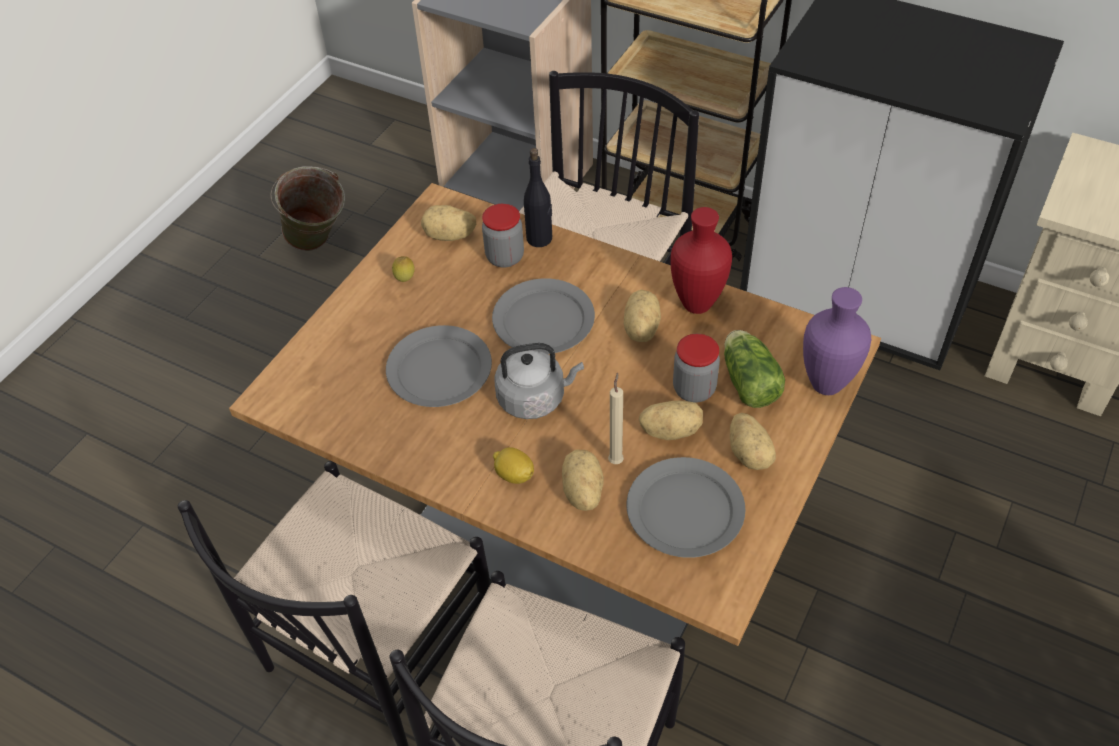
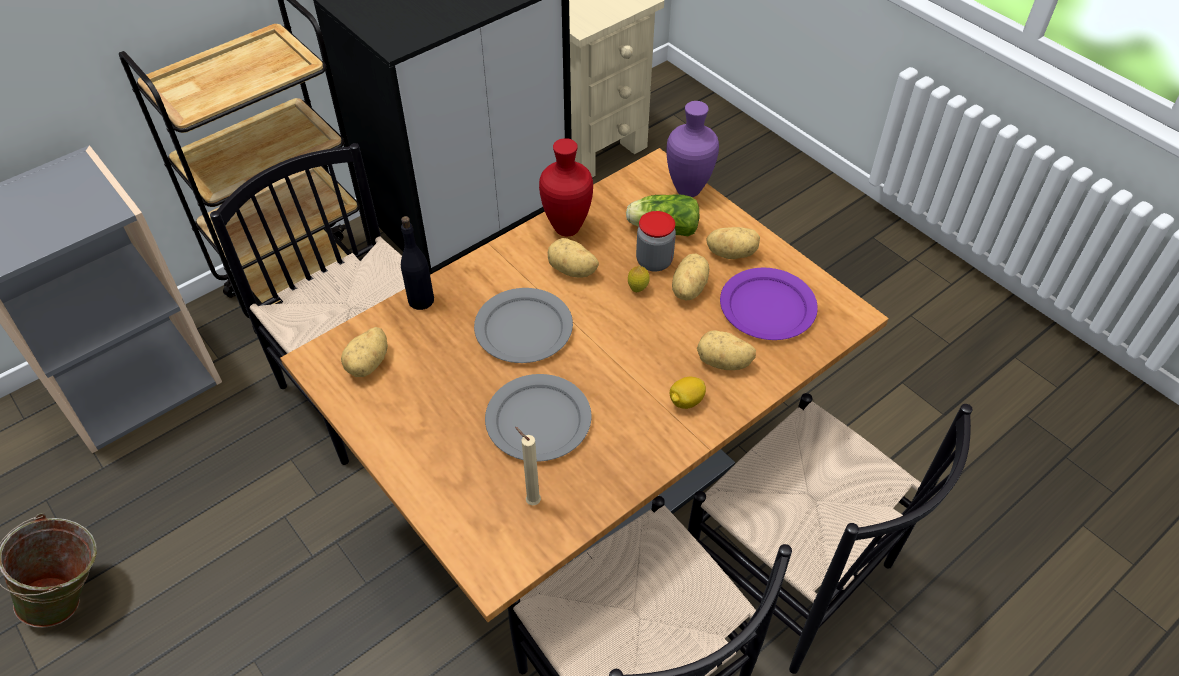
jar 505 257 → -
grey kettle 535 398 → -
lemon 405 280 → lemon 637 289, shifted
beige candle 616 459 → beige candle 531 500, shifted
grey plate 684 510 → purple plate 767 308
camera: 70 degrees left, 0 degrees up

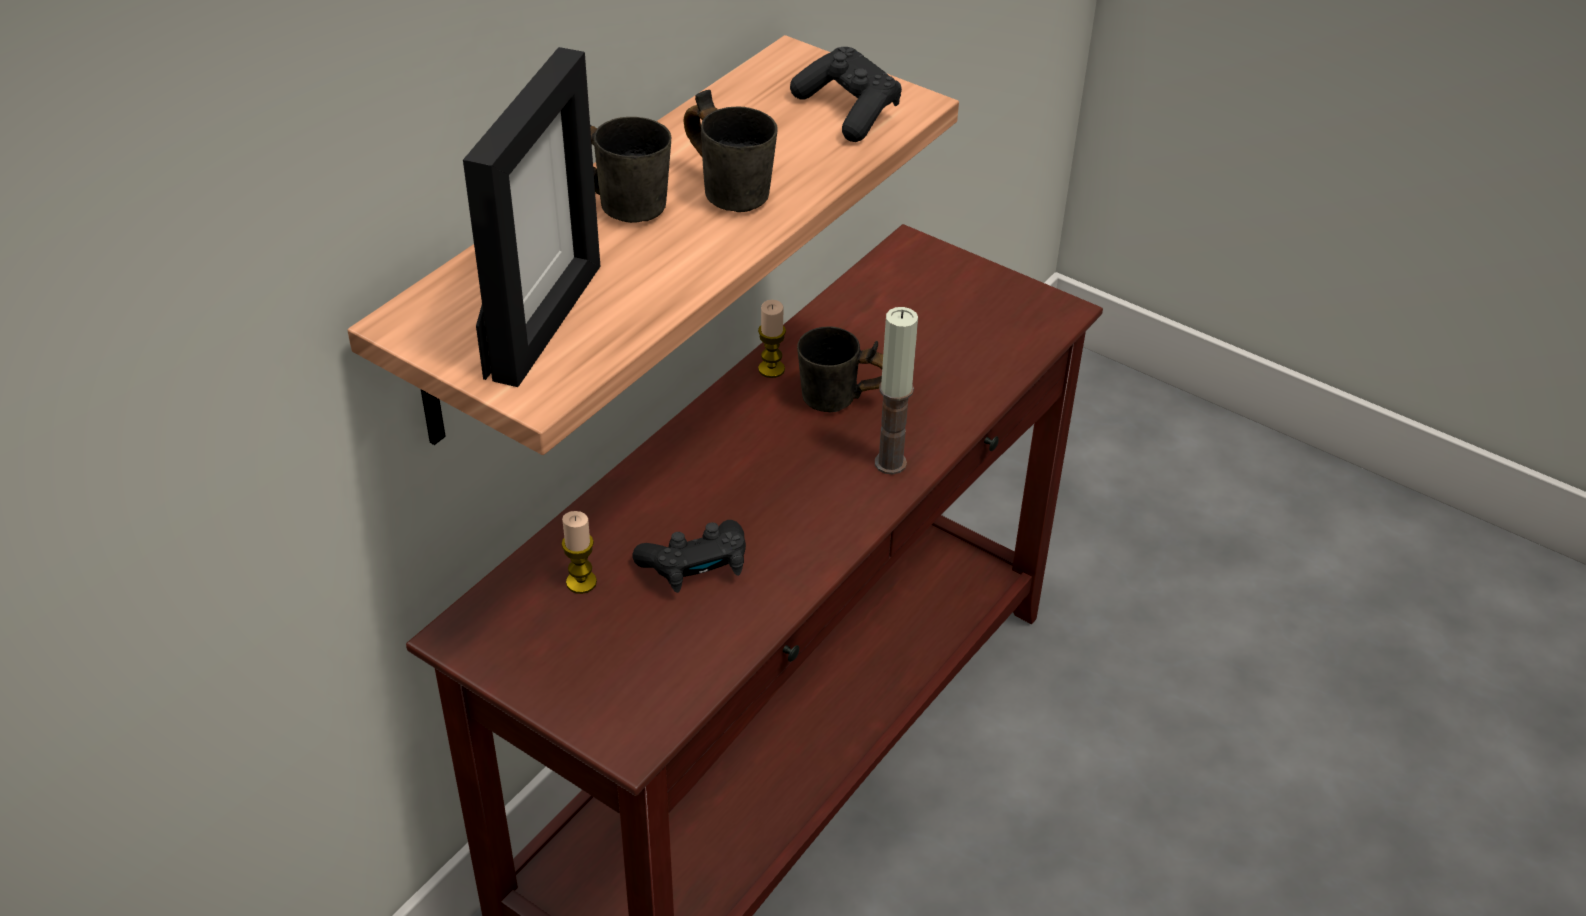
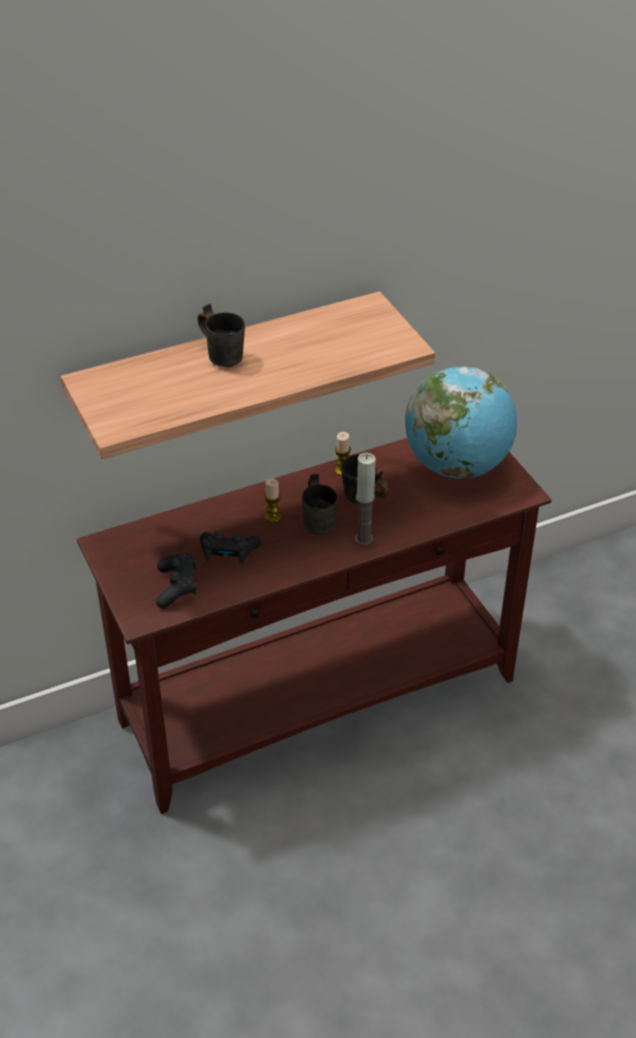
picture frame 544 320 → -
- → globe 457 466
candle 581 582 → candle 273 517, shifted
grey mug 733 188 → grey mug 321 520, shifted
black game controller 848 111 → black game controller 177 587, shifted
camera: 30 degrees right, 0 degrees up

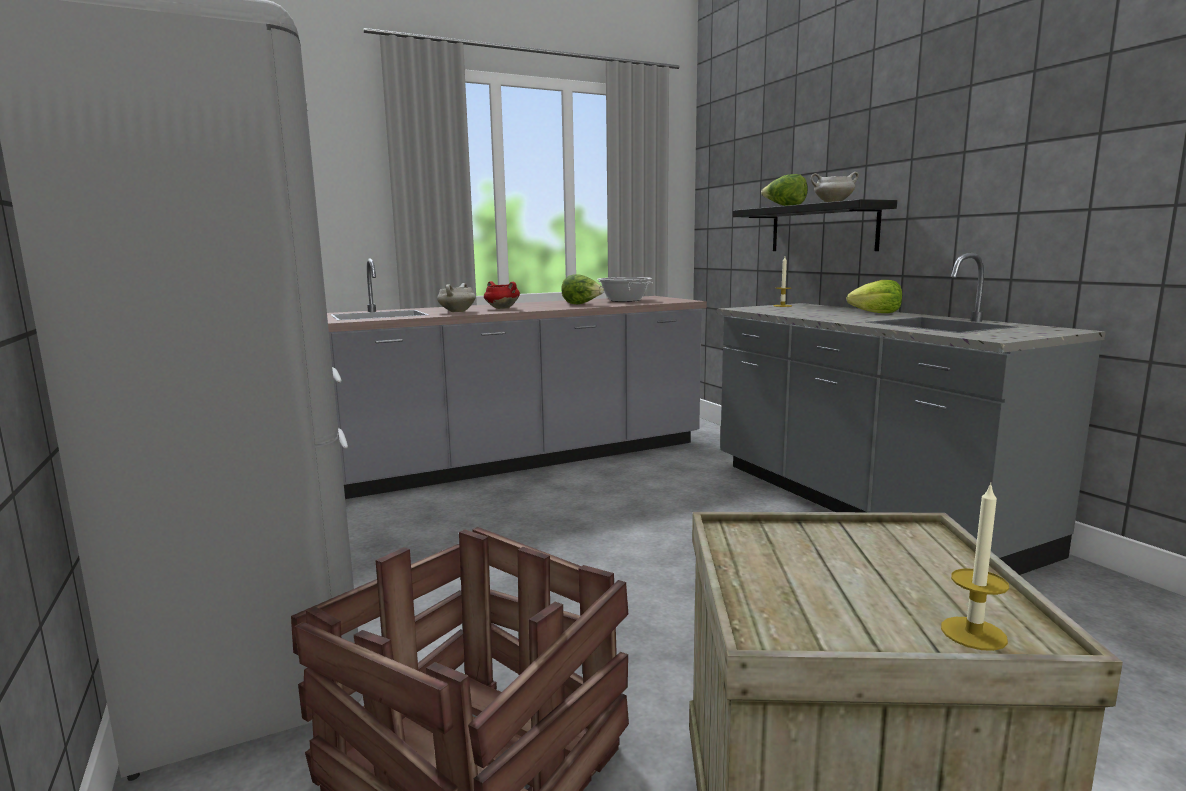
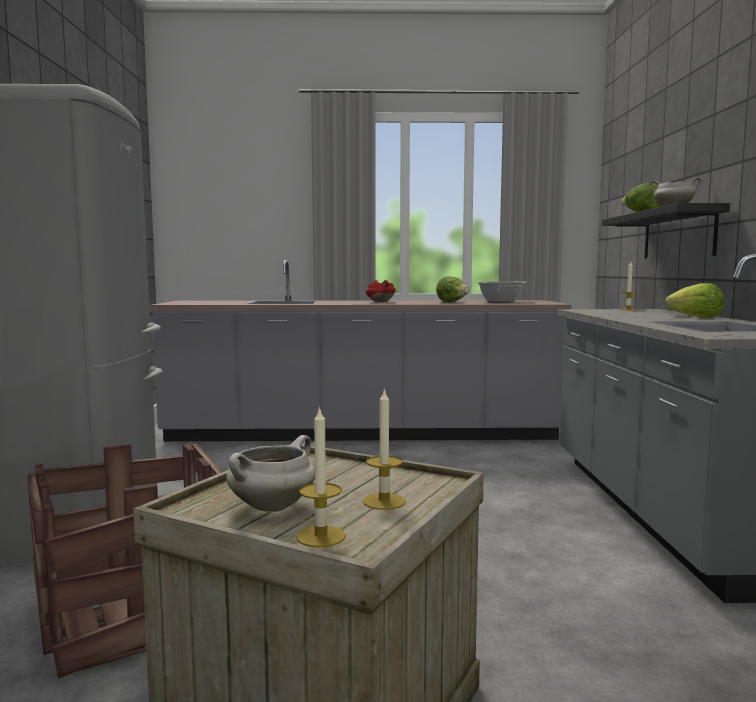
- → candle 384 501
white cooking pot 457 312 → white cooking pot 272 506, shifted
camera: 25 degrees right, 5 degrees down

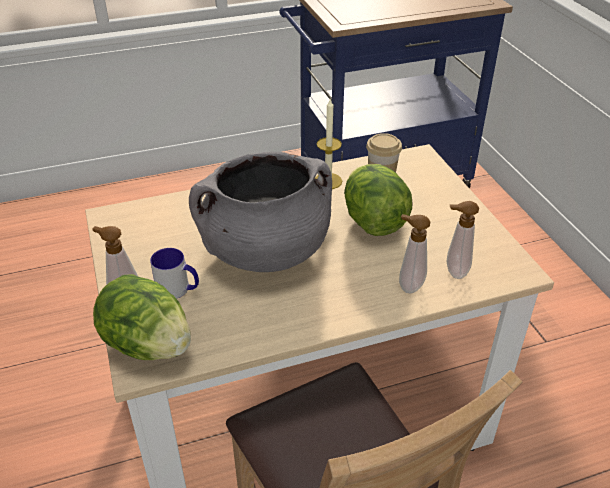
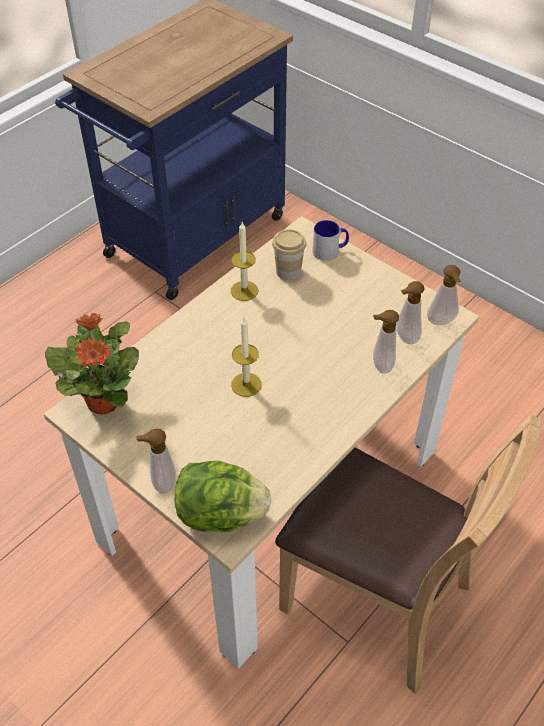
lettuce 373 222 → -
- → potted plant 103 401
- → soap dispenser 441 322
mug 178 289 → mug 330 251, shifted
grey cooking pot 266 251 → candle 246 384
camera: 30 degrees left, 10 degrees up

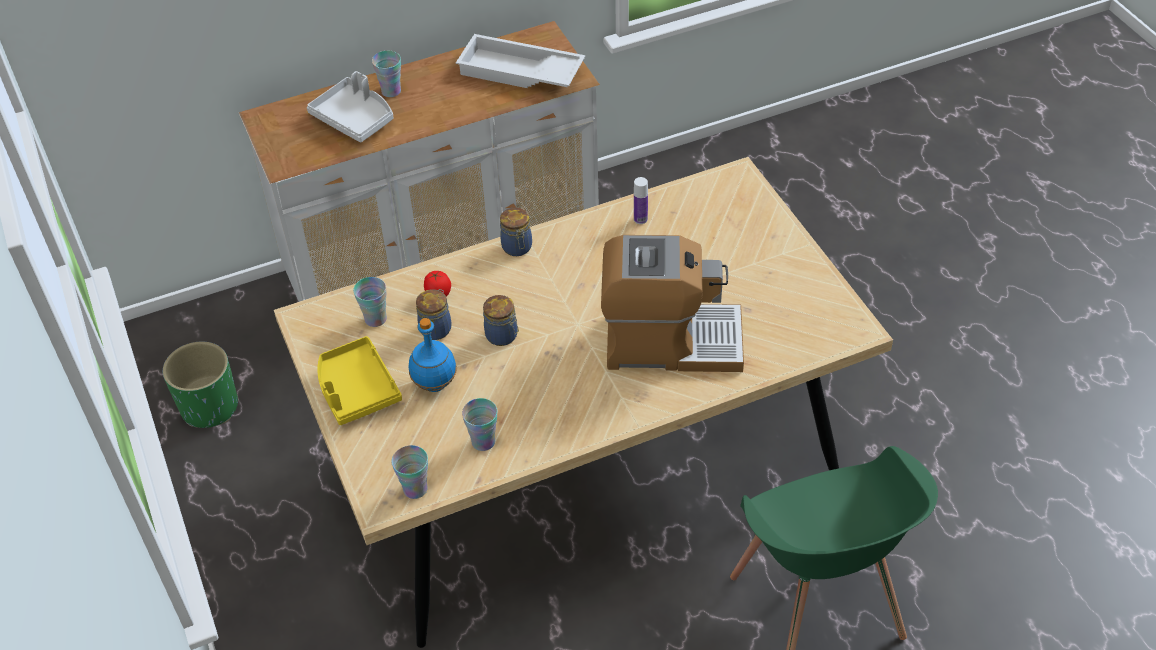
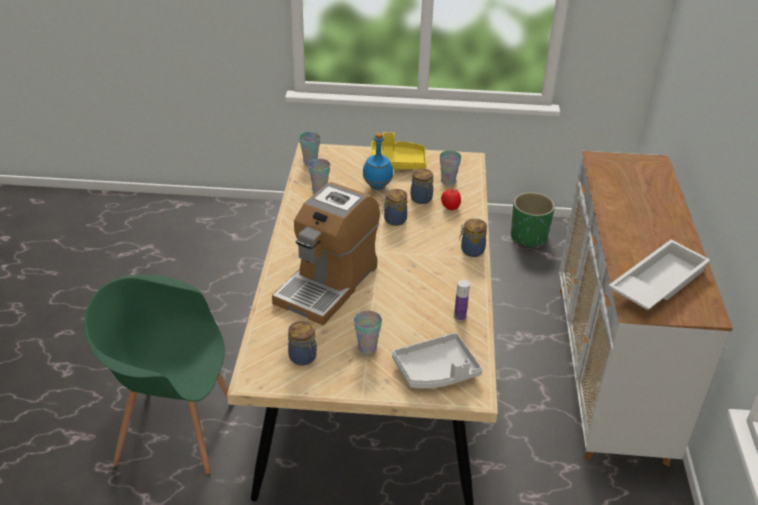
- → jar 303 357
grey tray 355 118 → grey tray 436 371, shifted
cup 391 91 → cup 367 347, shifted
camera: 115 degrees right, 10 degrees down

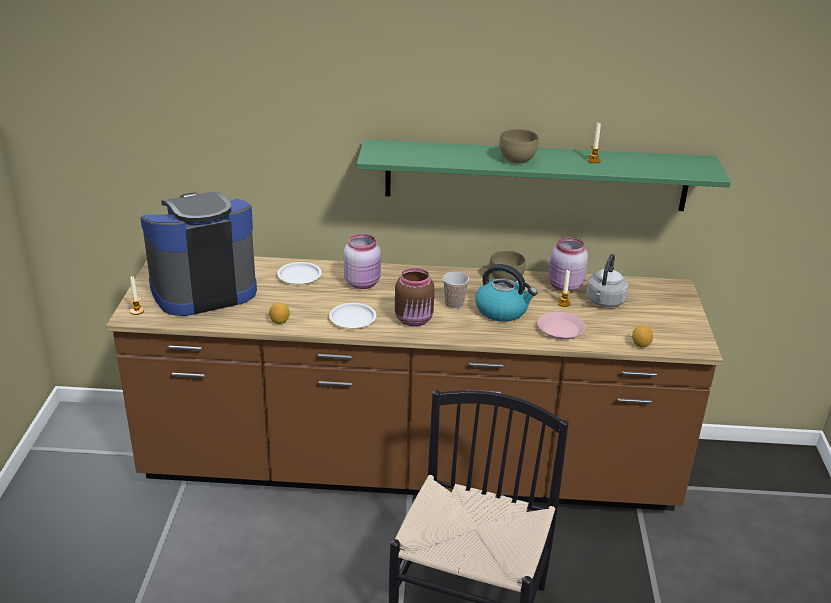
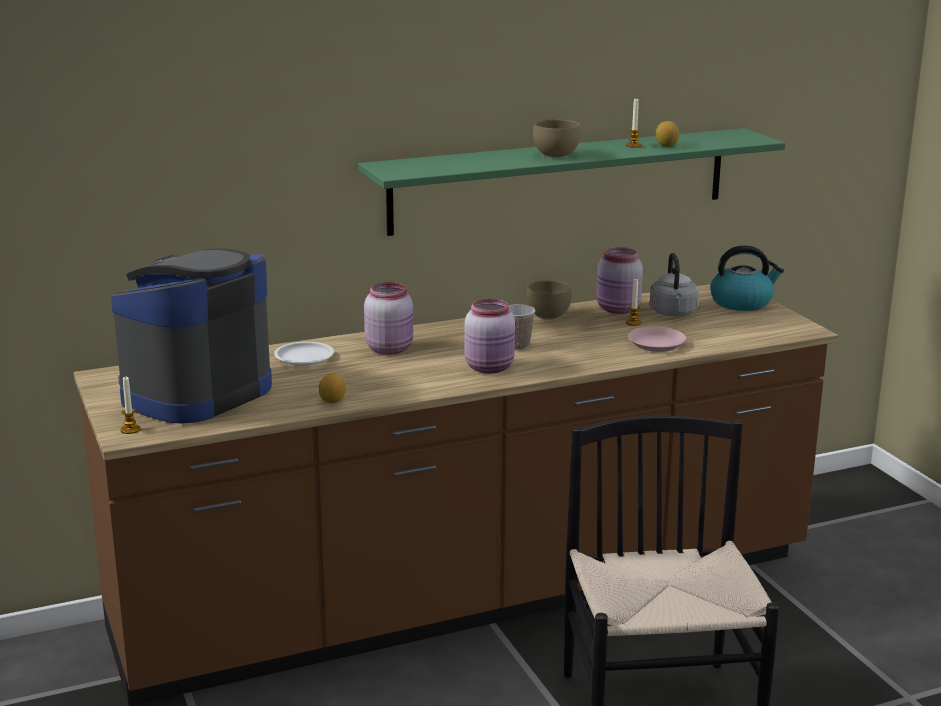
white plate 353 319 → -
kettle 502 310 → kettle 742 302, shifted
lemon 640 345 → lemon 666 146, shifted
brown jar 414 320 → pink jar 490 368
camera: 25 degrees left, 10 degrees down

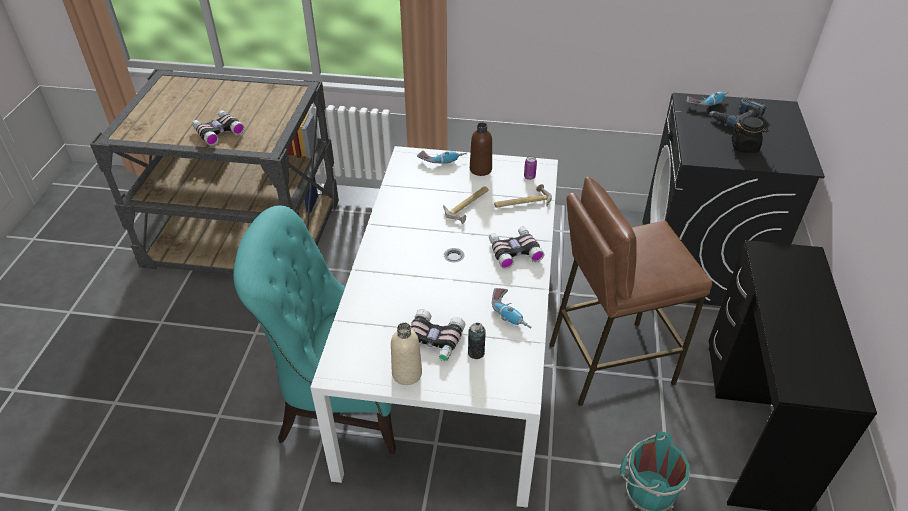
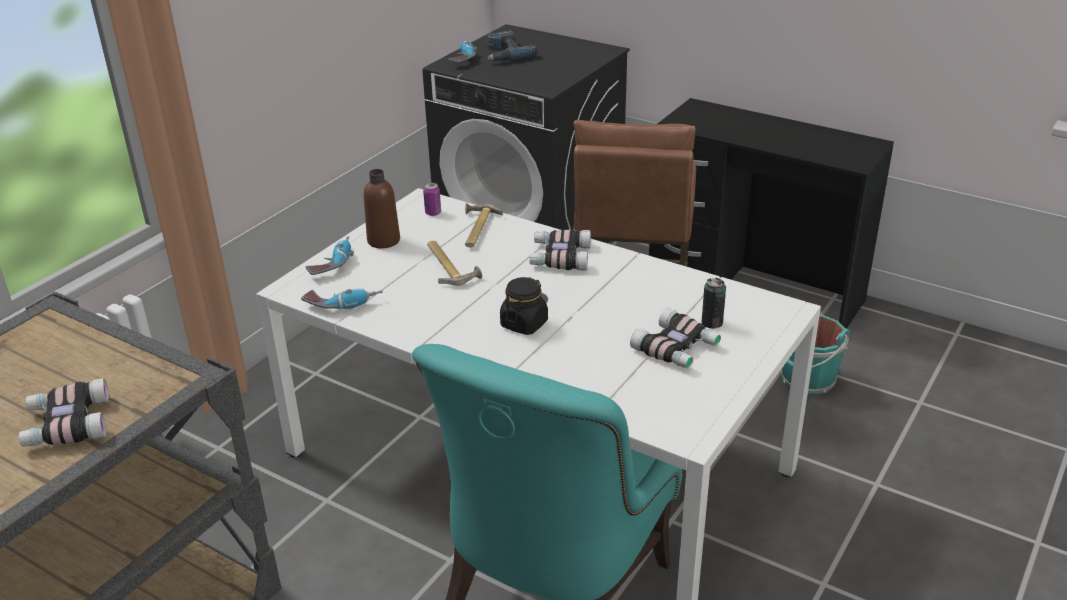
beige bottle 407 373 → -
power drill 511 313 → power drill 343 304, shifted
black jar 744 146 → black jar 524 324, shifted
camera: 65 degrees left, 10 degrees down

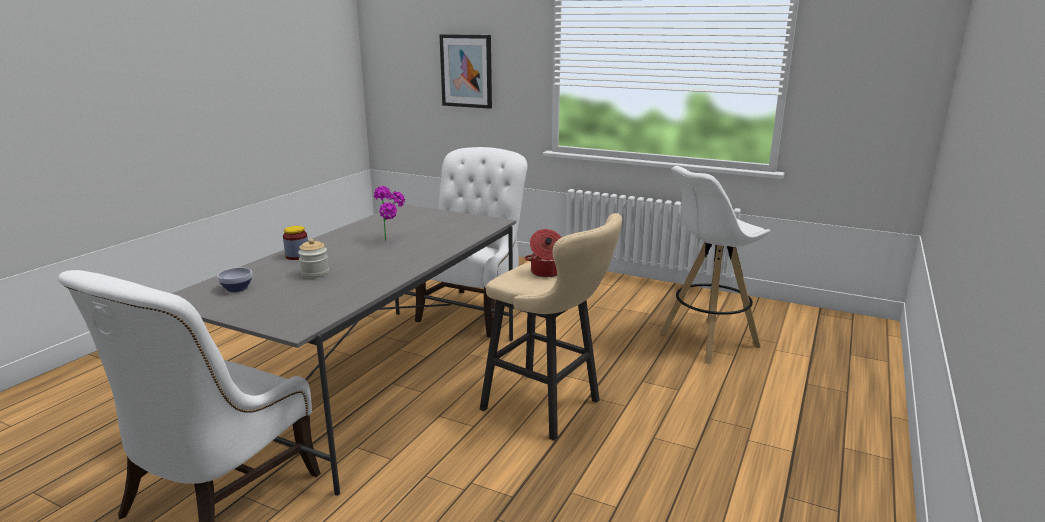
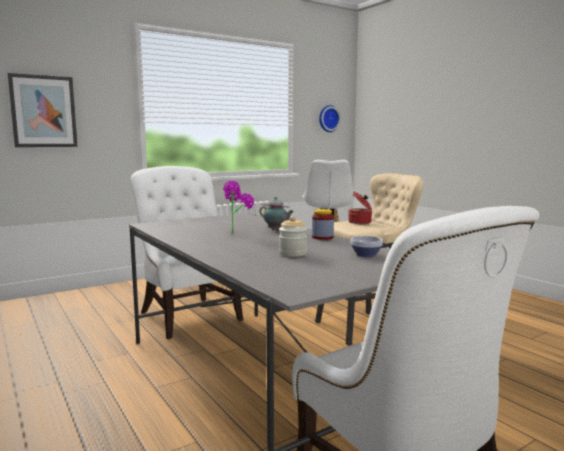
- → teapot 276 230
- → wall clock 328 118
bowl 237 288 → bowl 365 255, shifted
jar 297 256 → jar 322 237, shifted
camera: 60 degrees left, 10 degrees down

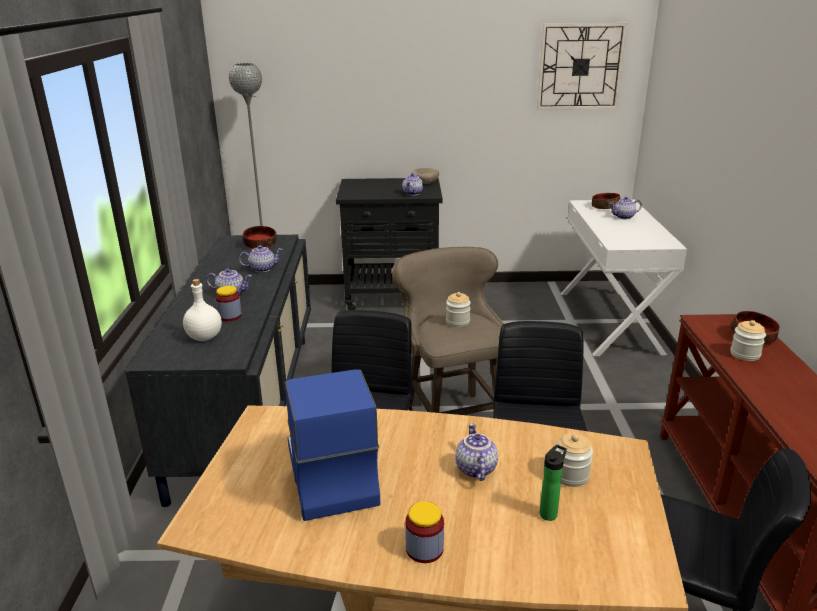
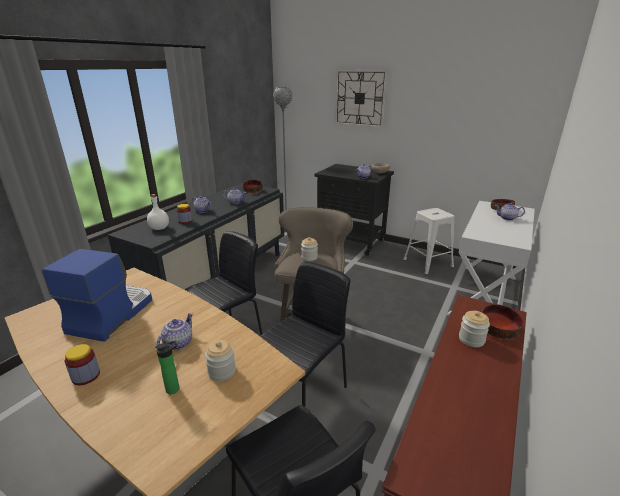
- → white stool 428 263
wall clock 580 67 → wall clock 360 98, shifted
camera: 30 degrees right, 0 degrees up

